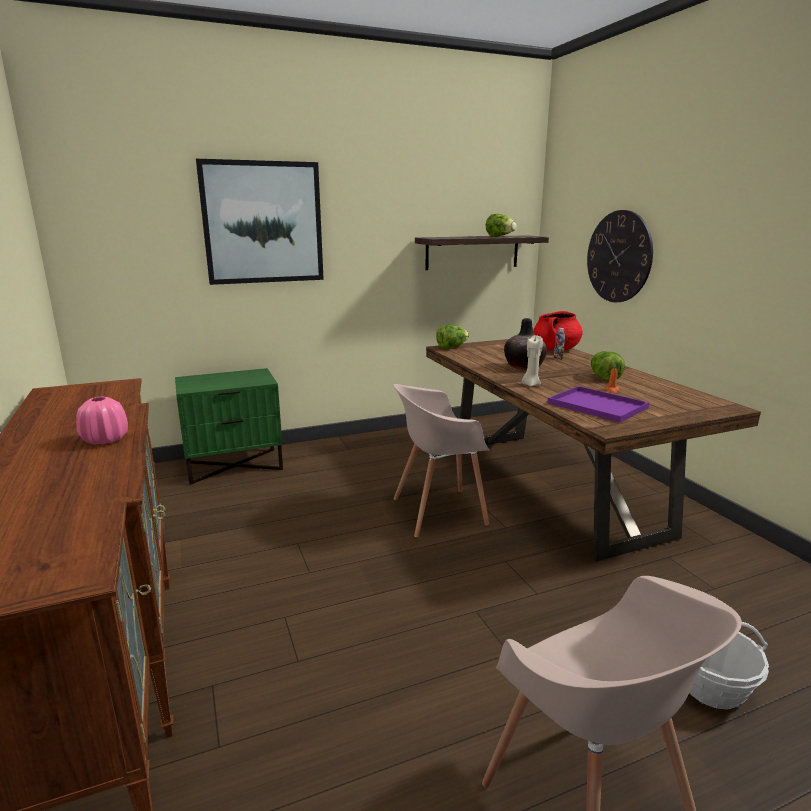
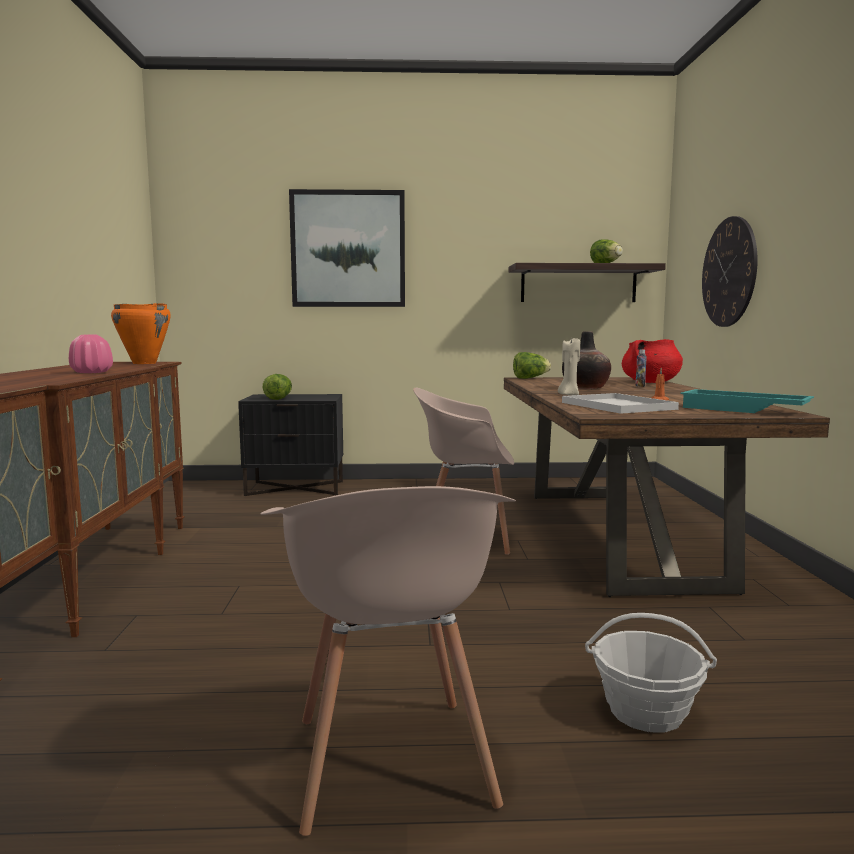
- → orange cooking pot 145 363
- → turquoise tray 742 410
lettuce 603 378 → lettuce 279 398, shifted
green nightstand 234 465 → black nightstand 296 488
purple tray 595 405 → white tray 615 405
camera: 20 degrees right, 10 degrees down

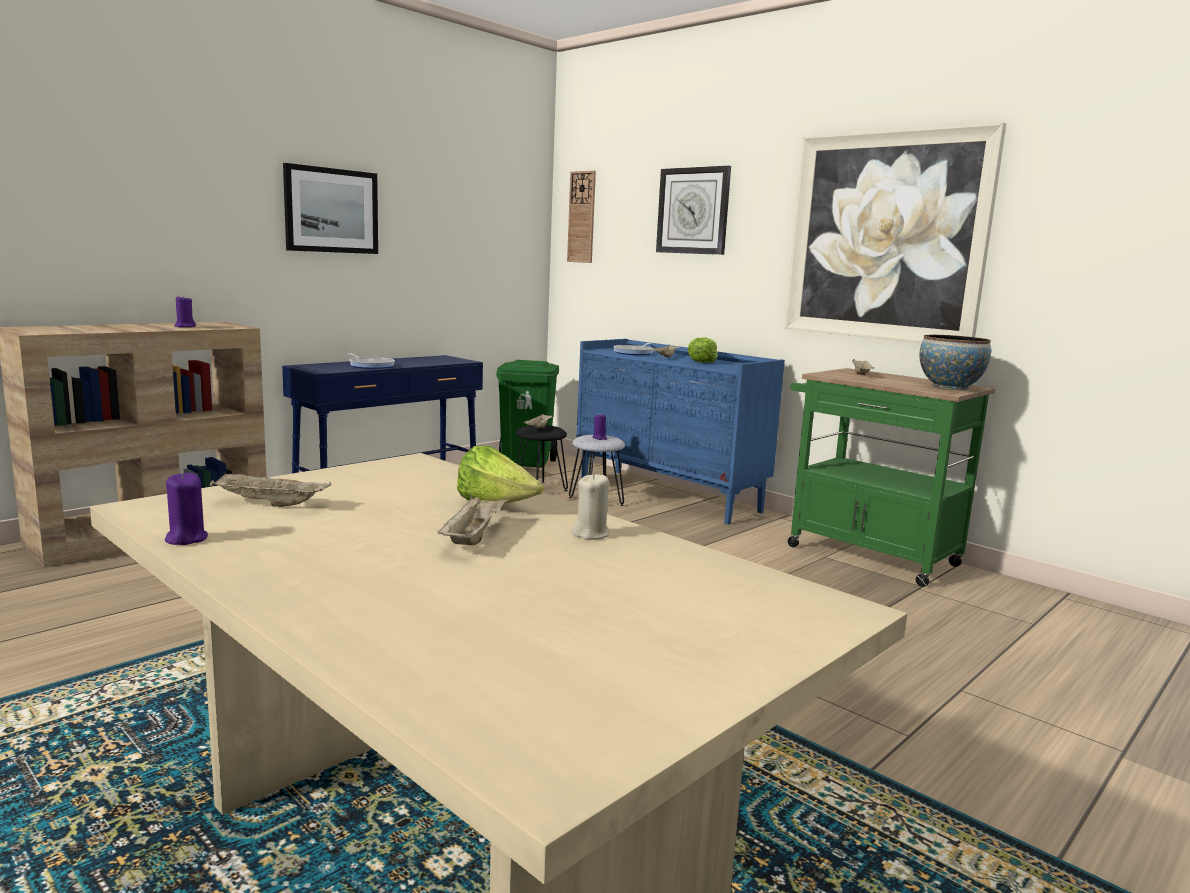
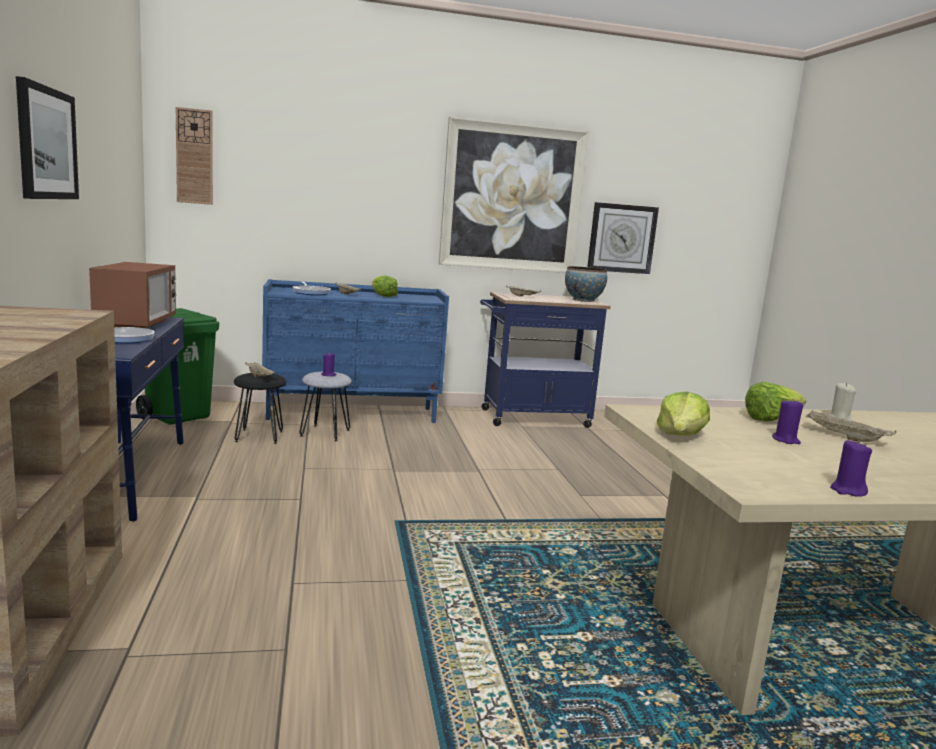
beige tray 268 504 → -
- → microwave 136 323
- → lettuce 680 436
purple candle 185 326 → purple candle 785 440, shifted
wall clock 693 211 → wall clock 622 238, shifted
green cart 867 555 → blue cart 531 418
camera: 55 degrees left, 0 degrees up

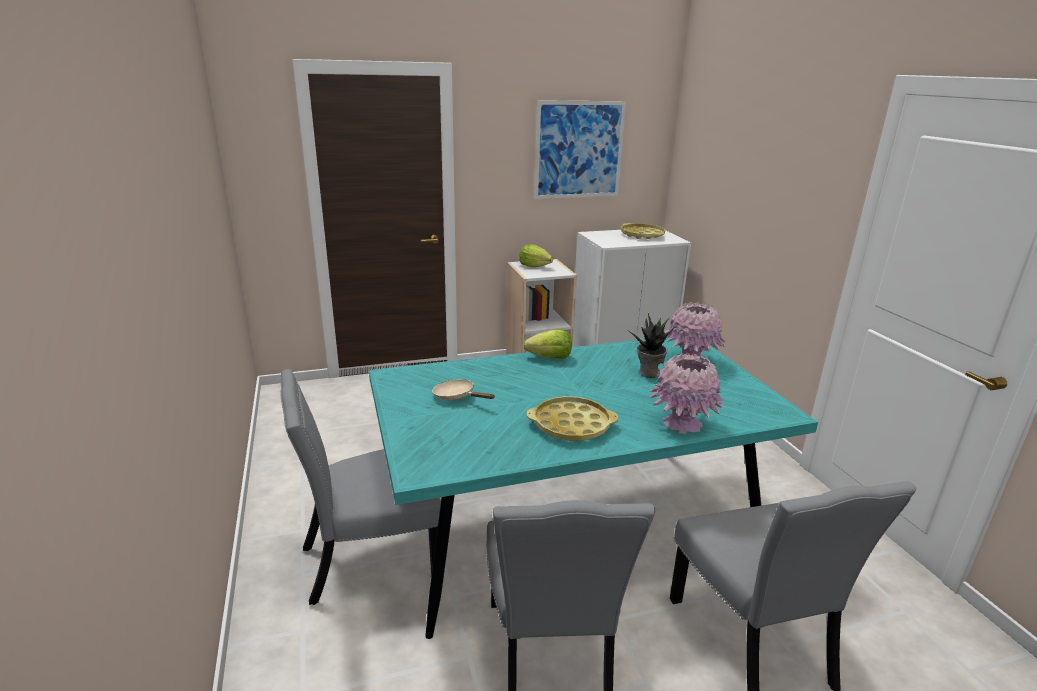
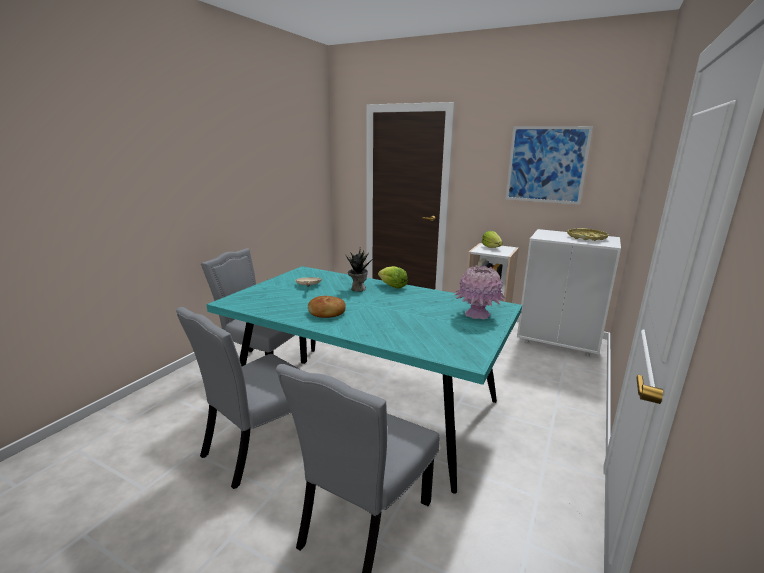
pink vase 682 424 → -
potted plant 648 373 → potted plant 357 289, shifted
yellow tray 571 425 → bread 327 313
camera: 45 degrees right, 5 degrees down

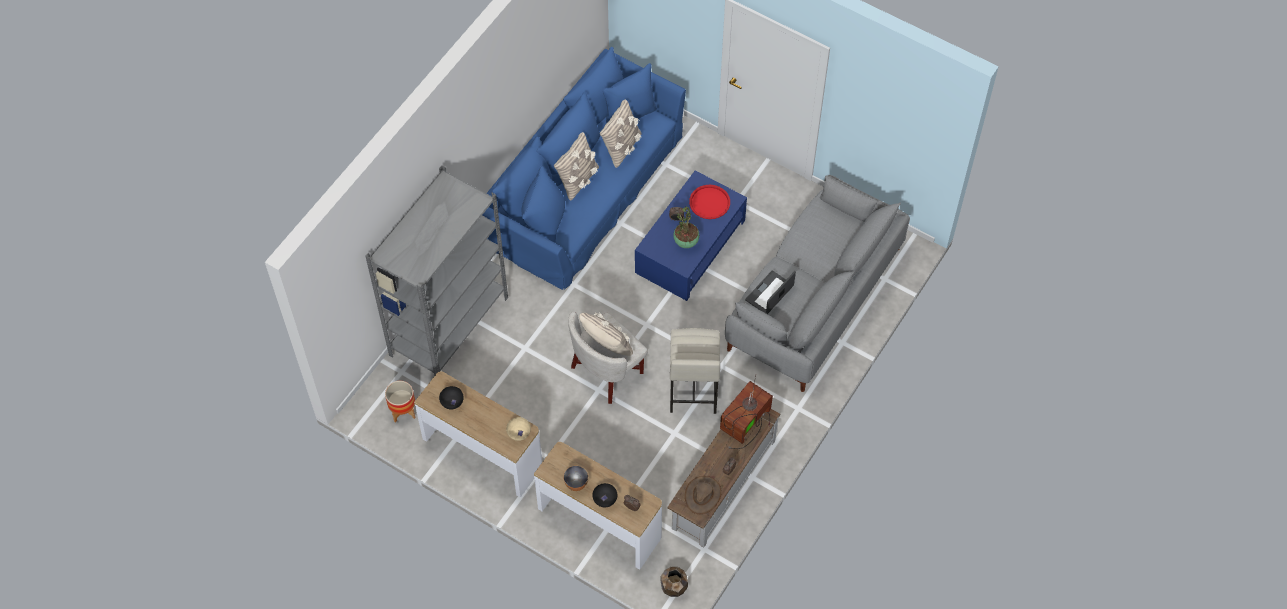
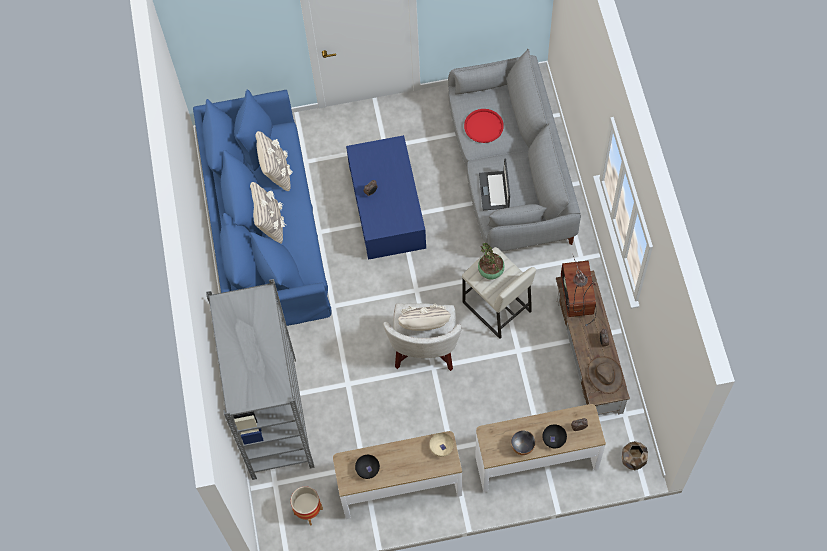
potted plant 685 243 → potted plant 491 272, shifted
red tray 709 202 → red tray 483 126, shifted
camera: 40 degrees left, 5 degrees up

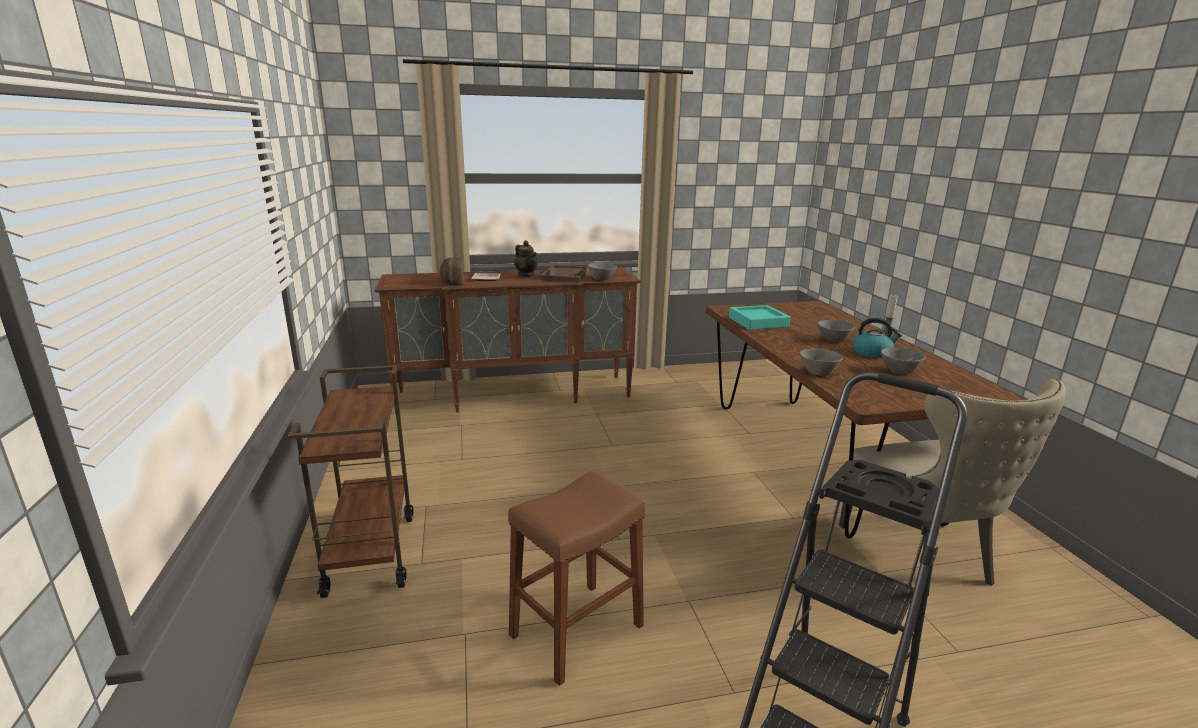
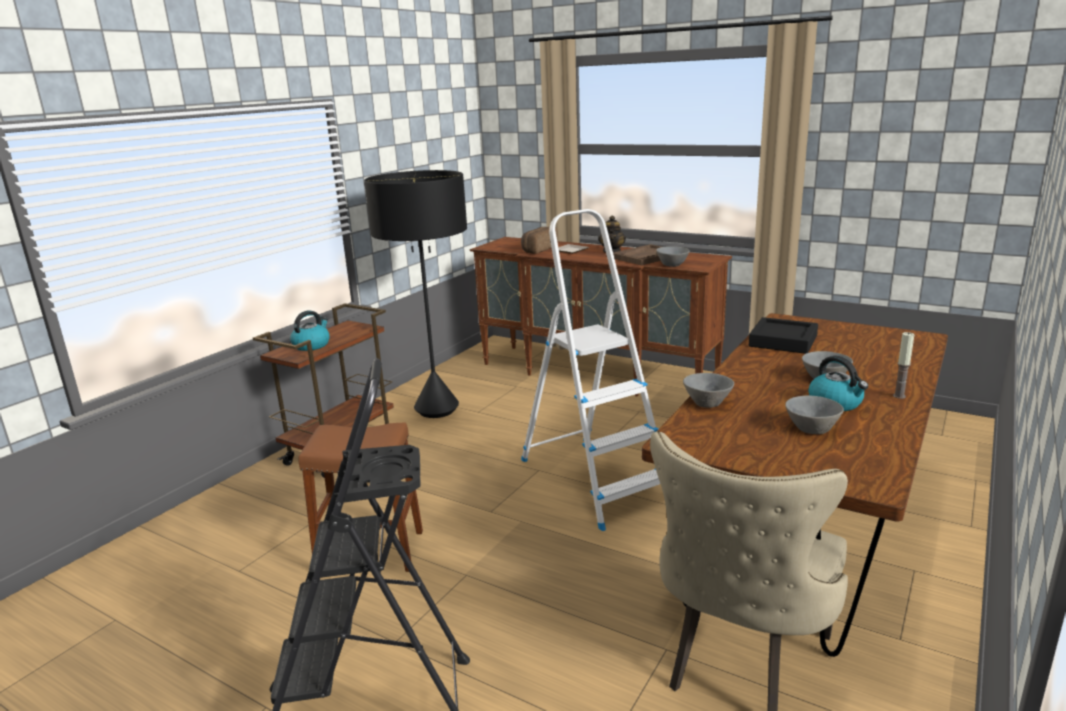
- → kettle 312 345
- → black floor lamp 437 410
- → white step ladder 594 481
turquoise tray 758 322 → black tray 783 341
camera: 45 degrees right, 0 degrees up

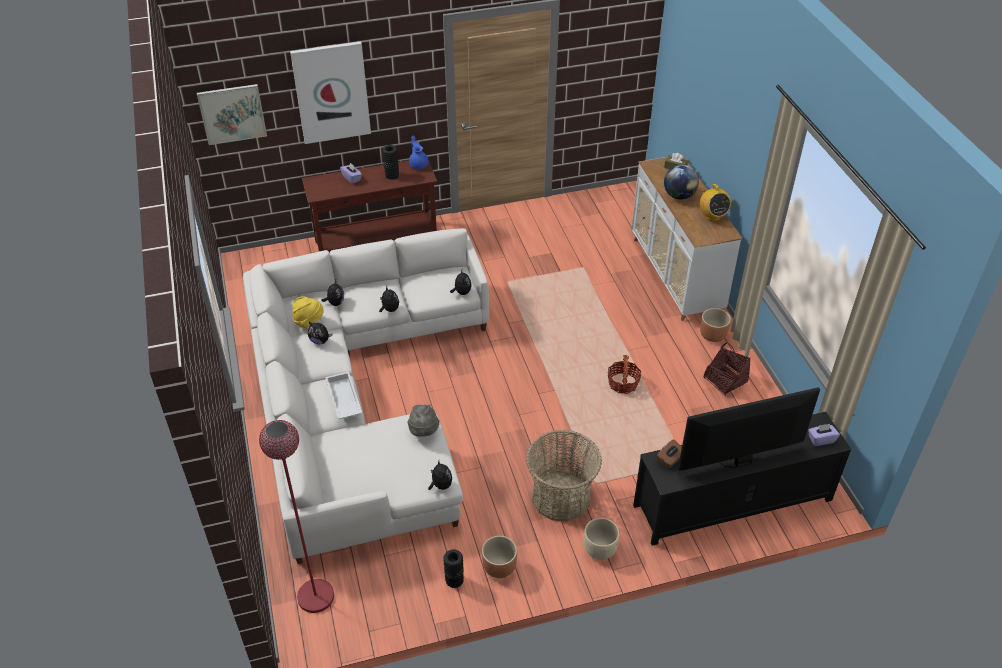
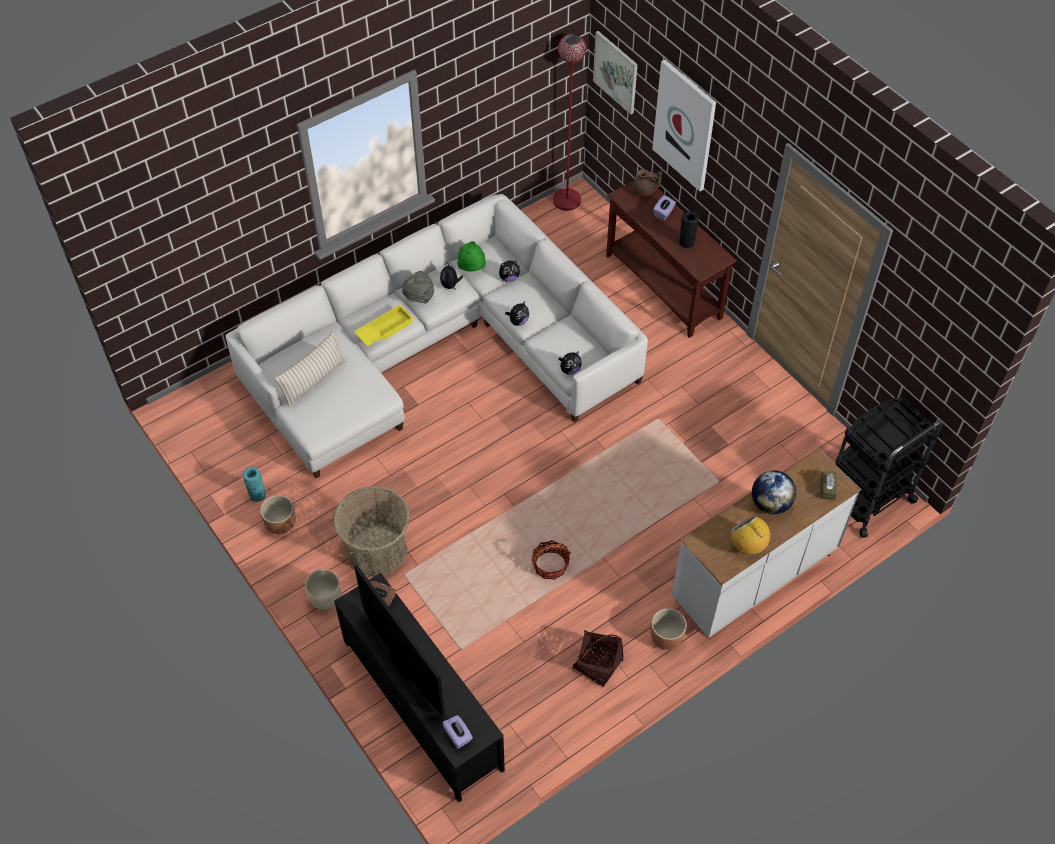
blue teapot 418 164 → -
plush toy 440 485 → -
- → beige pillow 313 380
- → brown teapot 644 191
- → black cart 866 497
red floor lamp 315 596 → red floor lamp 567 200, shifted
grey hat 424 432 → grey hat 419 297, shifted
yellow hat 309 321 → green hat 472 267
white tray 343 399 → yellow tray 384 329
black vase 454 580 → turquoise vase 257 494
radio 712 216 → radio 747 546, 90 degrees clockwise
camera: 70 degrees right, 10 degrees up

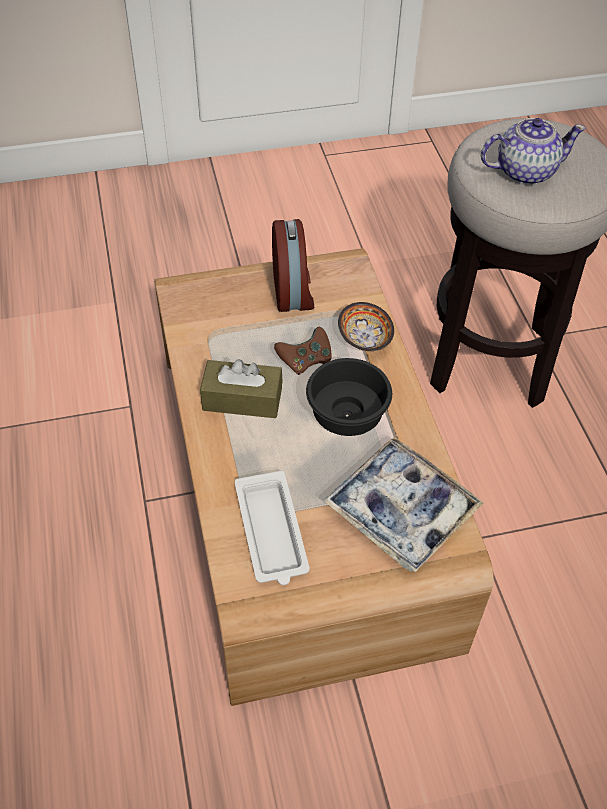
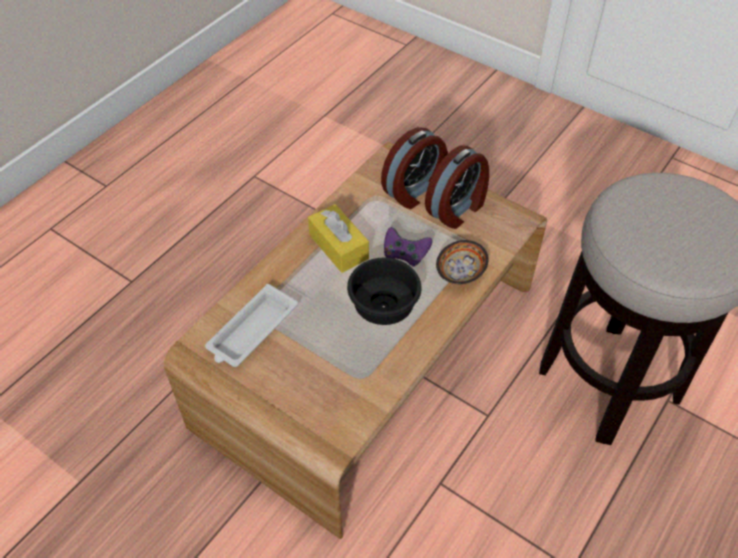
tray 401 510 → -
teapot 524 171 → -
- → alarm clock 415 190
brown tissue box 242 399 → yellow tissue box 338 246
brown game controller 305 361 → purple game controller 405 255
camera: 50 degrees right, 0 degrees up

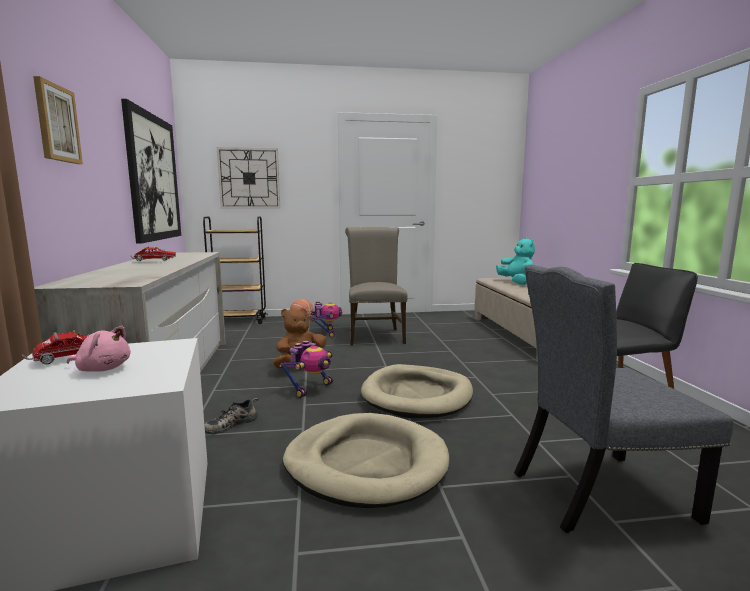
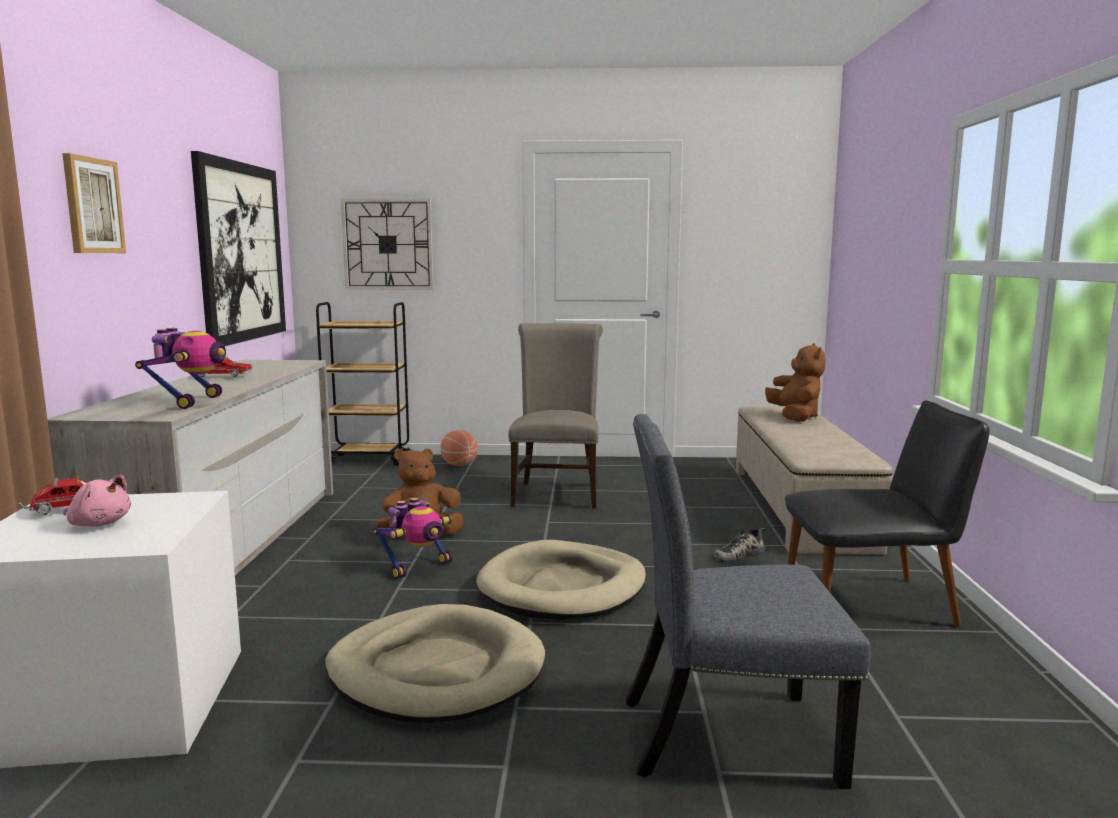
shoe 231 423 → shoe 738 554, shifted
toy robot 326 333 → toy robot 191 402, shifted
turquoise plush toy 516 282 → brown plush toy 795 417
camera: 10 degrees right, 0 degrees up

